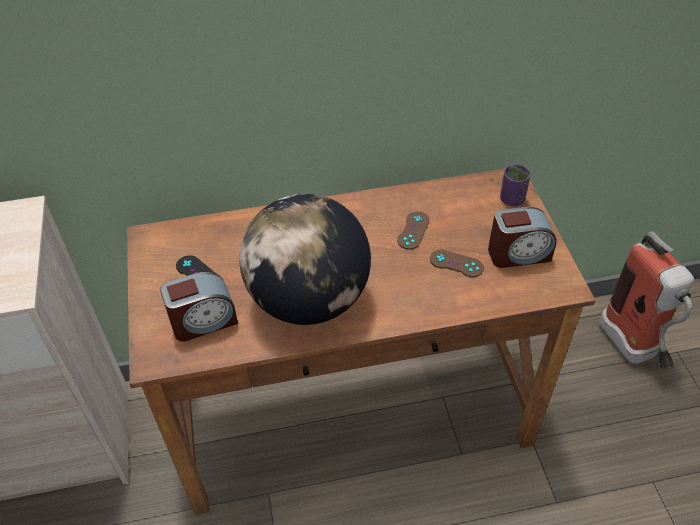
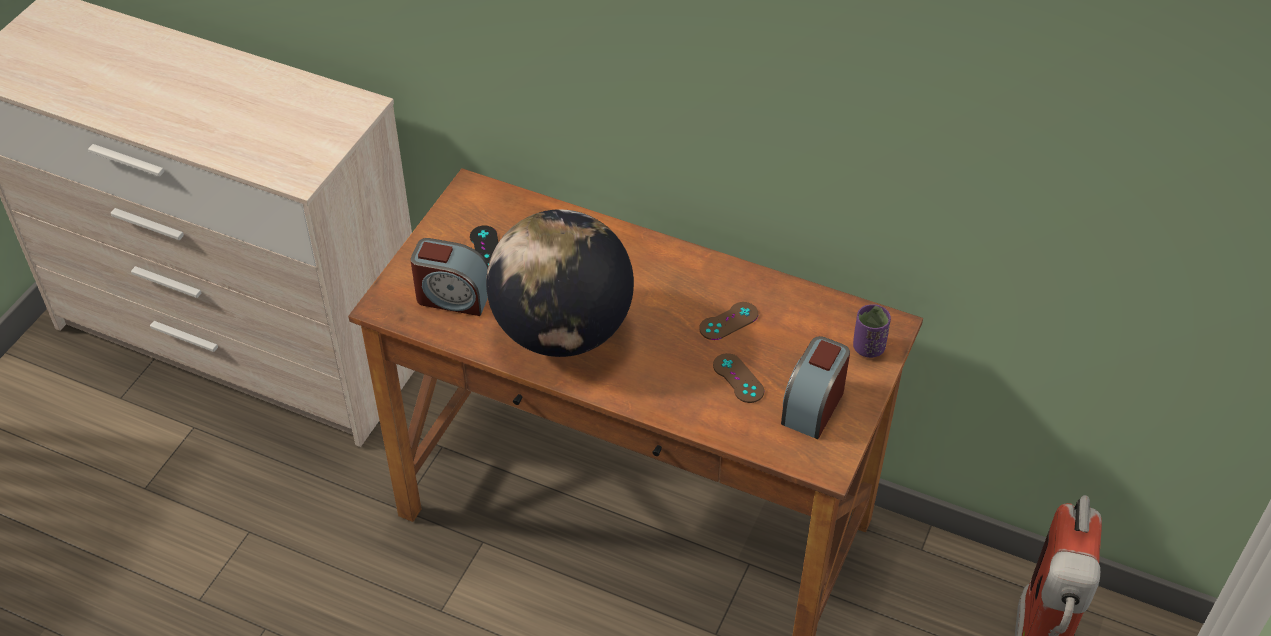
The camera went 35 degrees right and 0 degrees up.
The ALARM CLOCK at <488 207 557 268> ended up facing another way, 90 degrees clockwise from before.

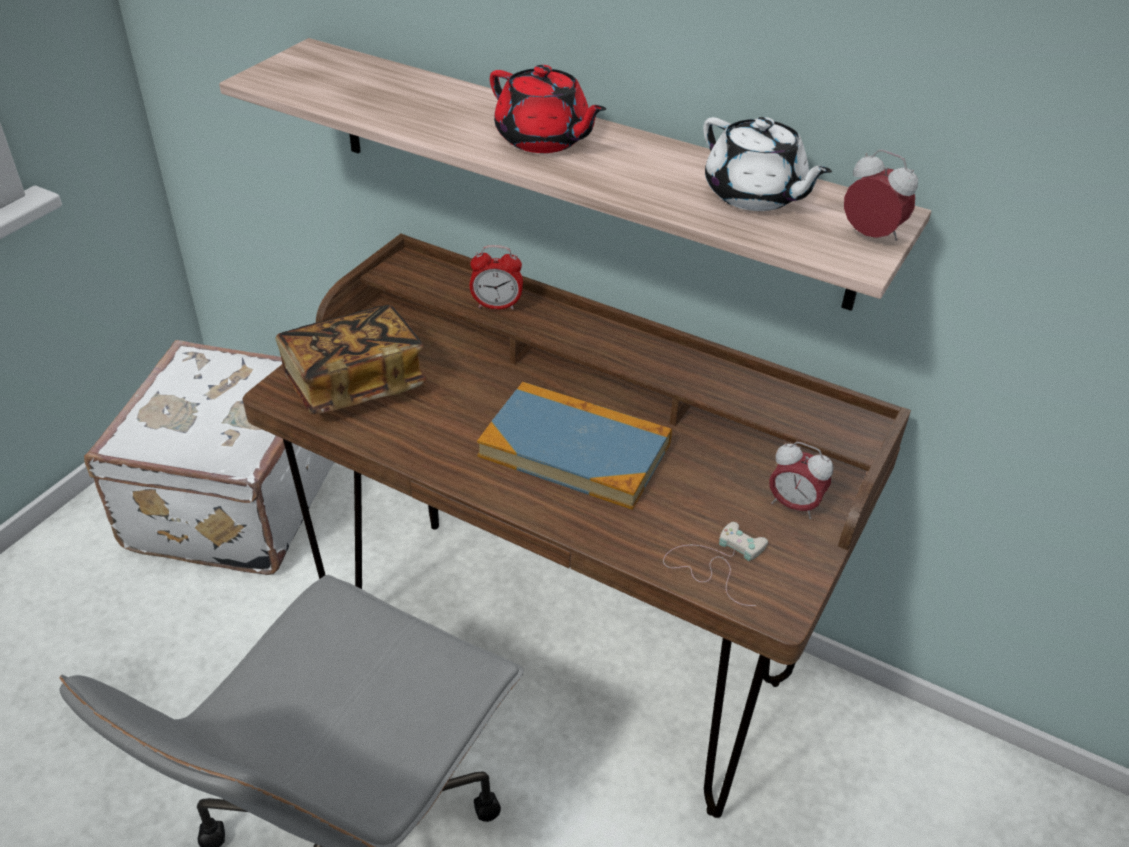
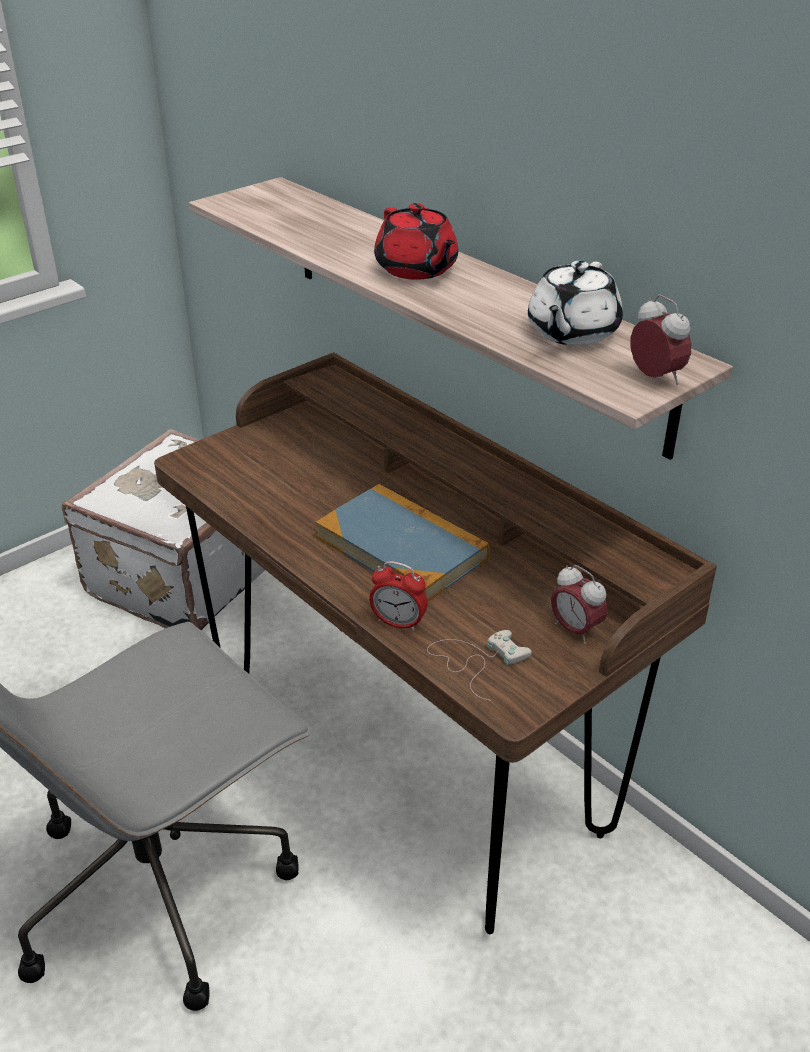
The camera went 20 degrees right and 5 degrees down.
The ALARM CLOCK ended up elsewhere, having gone from <470 245 523 310> to <369 561 427 631>.
The WHITE TEAPOT at <703 117 832 211> ended up facing another way, 45 degrees clockwise from before.
The second view lost the BOOK at <276 305 427 414>.

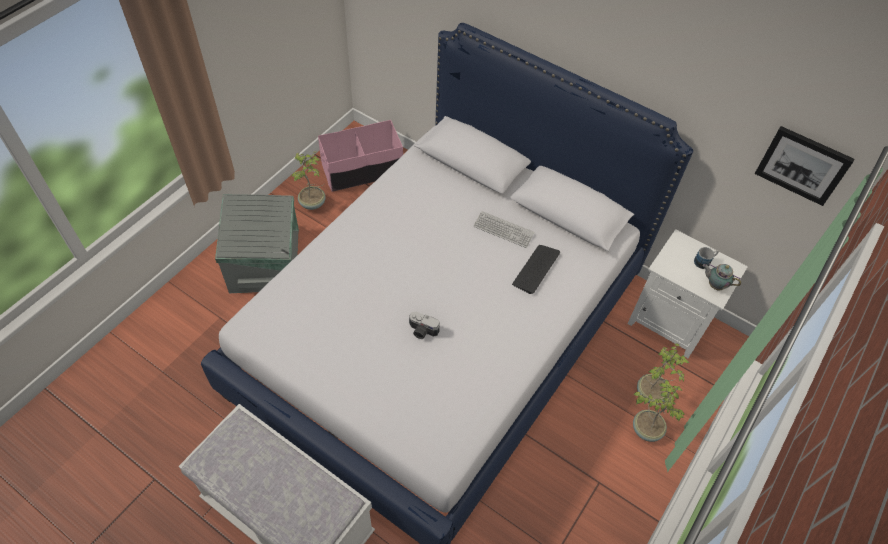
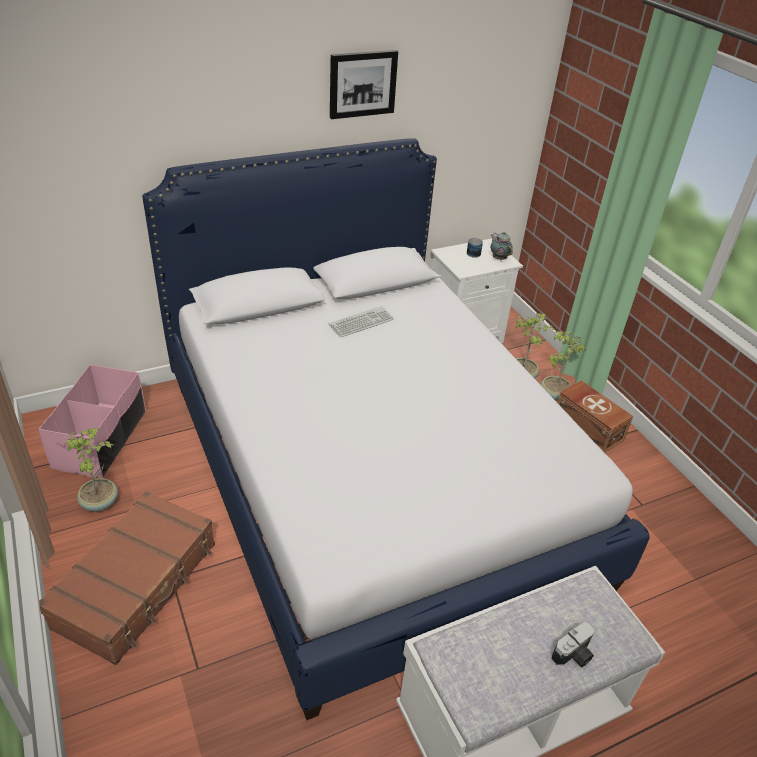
The camera went 60 degrees left and 15 degrees down.
Where the GREY STORAGE BOX stood at <215 194 299 293>, the BROWN SUITCASE came to stand at <39 491 215 665>.
The PICTURE ended up elsewhere, having gone from <755 126 855 206> to <330 50 398 119>.
The TEAPOT at <703 264 741 290> ended up facing another way, 90 degrees clockwise from before.
The PHOTO CAMERA ended up elsewhere, having gone from <409 312 440 339> to <551 622 594 668>.
The second view gained the BROWN STORAGE BOX at <557 380 633 453>.
The second view lost the KEYBOARD at <512 245 560 294>.

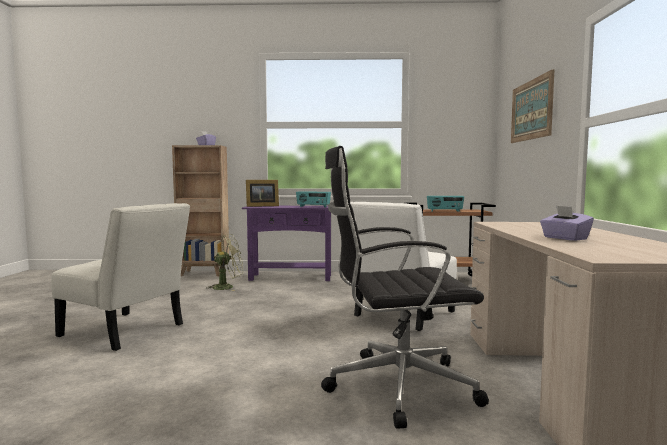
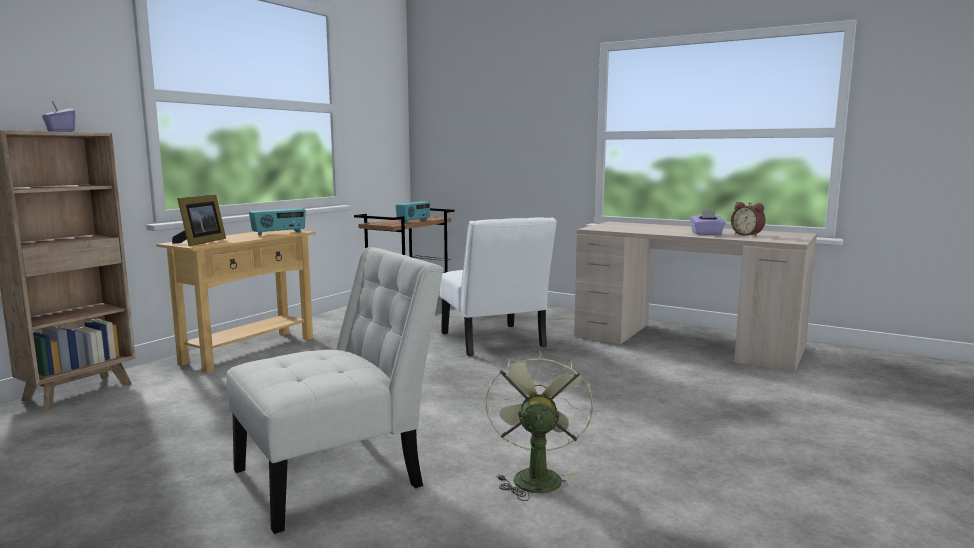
The camera went 60 degrees left and 5 degrees up.
What was the PURPLE CONSOLE TABLE at <242 206 331 281> turned into the BEIGE CONSOLE TABLE at <156 230 316 372>.
The GREEN FAN ended up elsewhere, having gone from <206 234 243 291> to <486 351 593 501>.
The second view gained the ALARM CLOCK at <731 202 766 237>.
The second view lost the BLACK OFFICE CHAIR at <321 146 489 429>.
The second view lost the PICTURE at <511 70 554 143>.

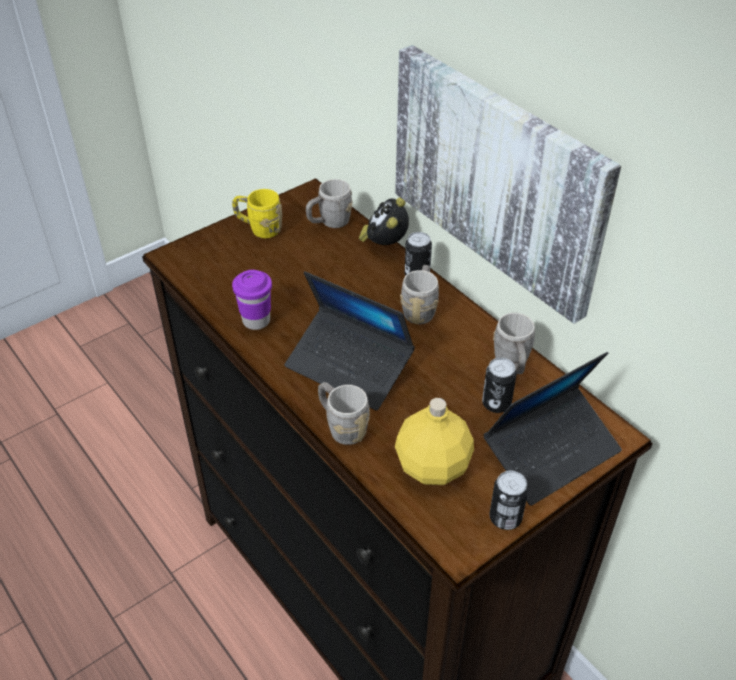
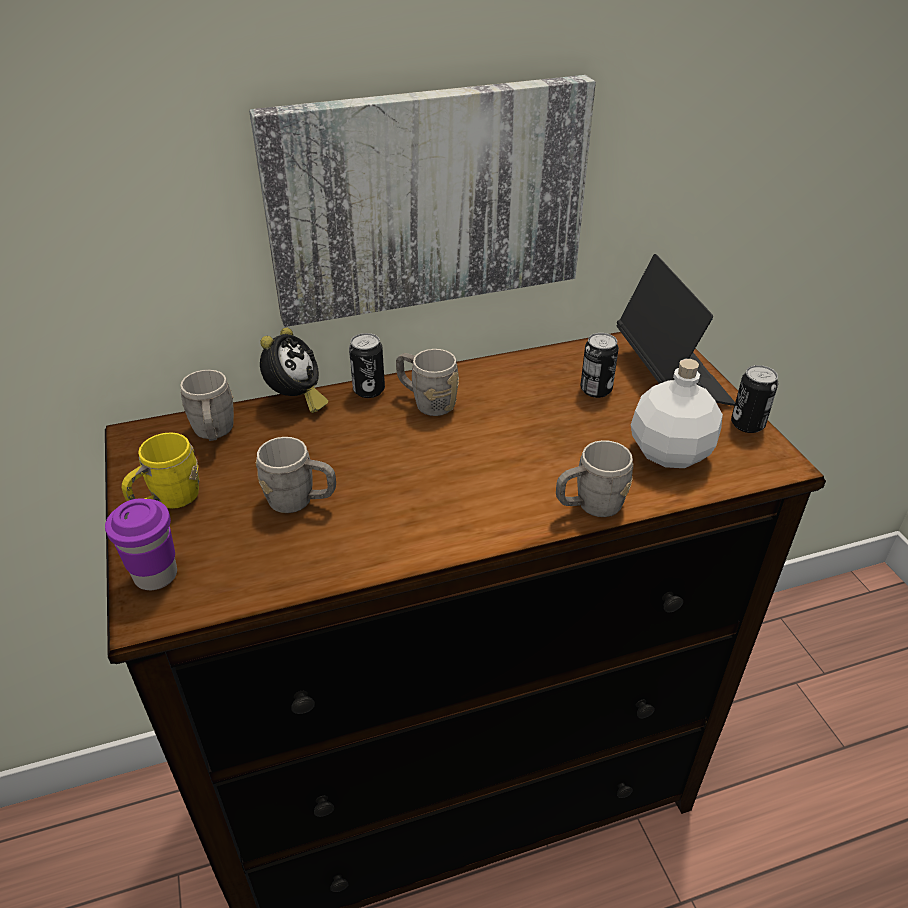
The camera went 70 degrees left and 5 degrees down.
The PURPLE CUP ended up elsewhere, having gone from <232 270 272 330> to <105 498 177 590>.
The GREY MUG ended up elsewhere, having gone from <493 313 535 374> to <256 437 336 513>.
The ALARM CLOCK at <359 197 409 245> ended up facing another way, 105 degrees counterclockwise from before.
What was the YELLOW BOTTLE at <395 398 474 485> turned into the WHITE BOTTLE at <631 359 723 468>.
The second view lost the LAPTOP at <284 271 415 411>.

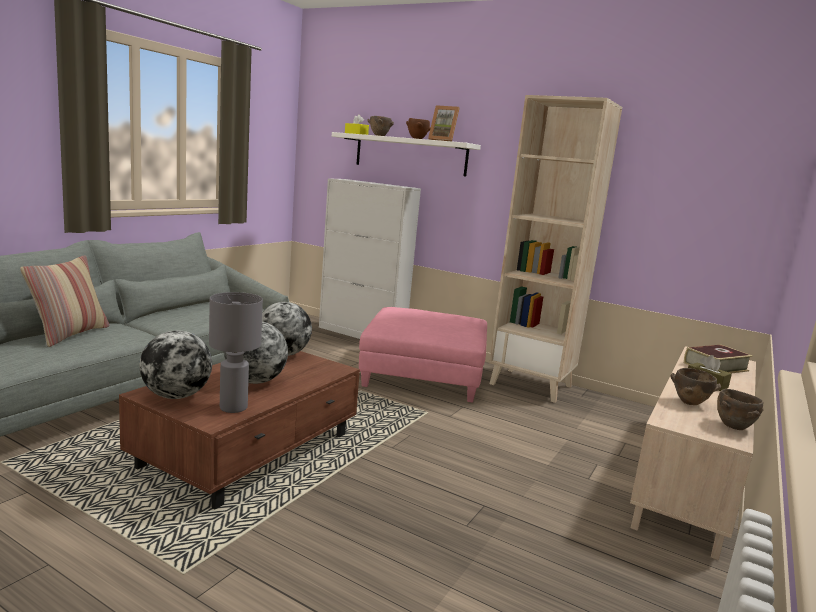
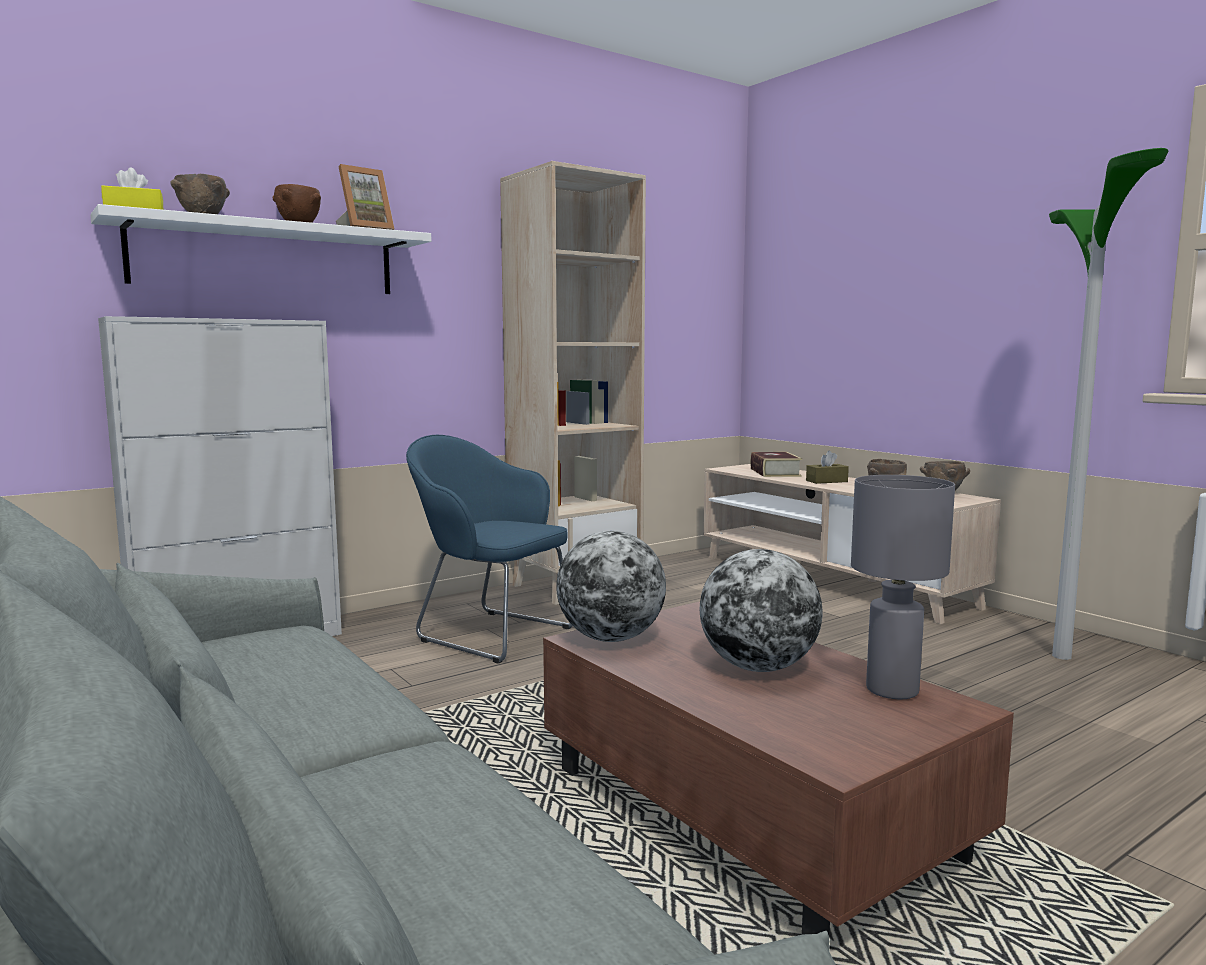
The camera went 65 degrees left and 5 degrees down.
Where the PINK OTTOMAN stood at <359 307 487 403>, the BLUE ARMCHAIR came to stand at <406 435 573 663>.
The second view gained the FLOOR LAMP at <1049 148 1168 660>.
The second view lost the PILLOW at <20 255 109 347>.
The second view lost the GLOBE at <139 330 212 399>.

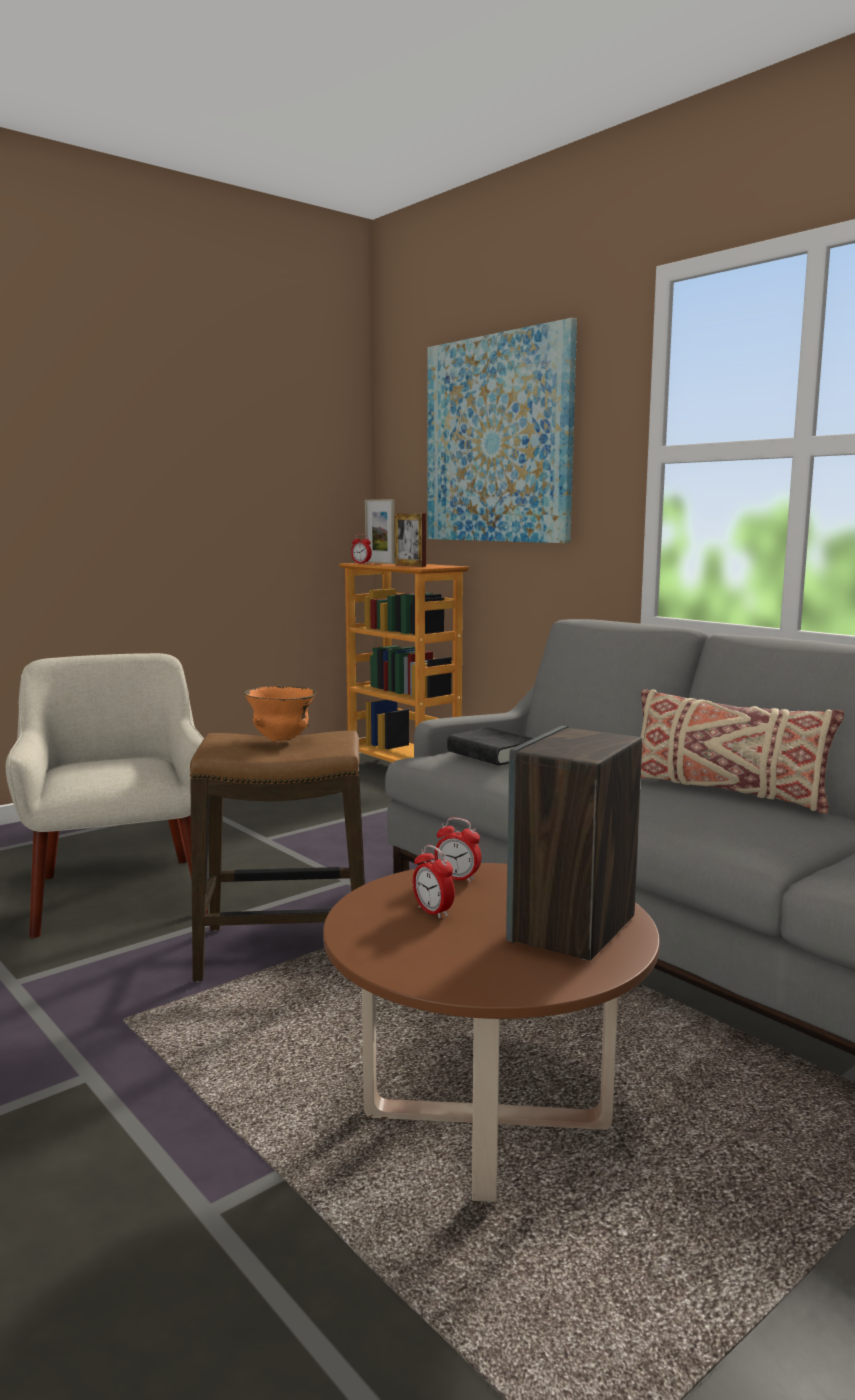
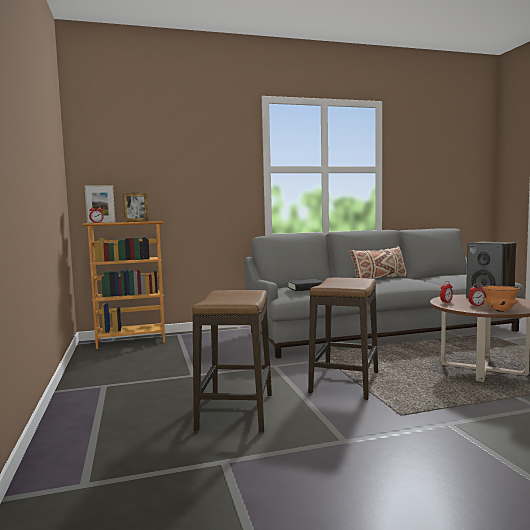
The camera went 65 degrees left and 5 degrees down.
Where the BEIGE ARMCHAIR stood at <6 653 208 938>, the STOOL came to stand at <192 290 272 433>.
The ORANGE BOWL ended up elsewhere, having gone from <243 686 316 741> to <482 285 521 312>.
The second view lost the PICTURE at <427 318 577 543>.

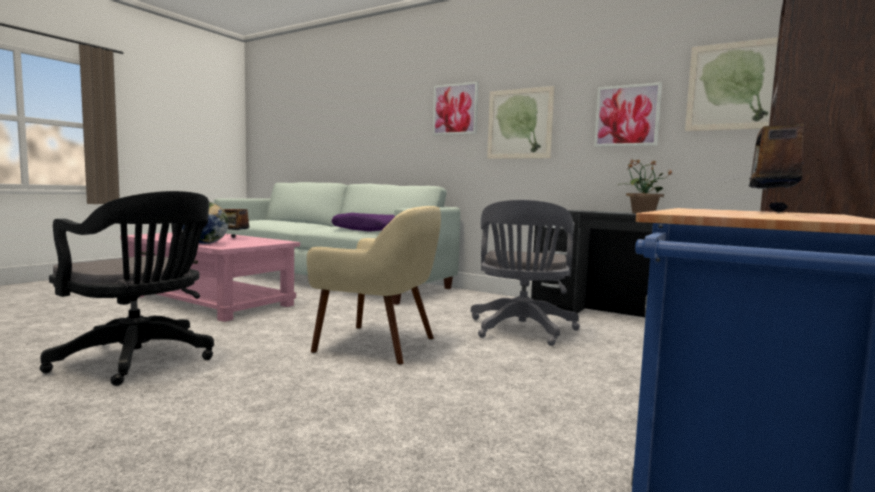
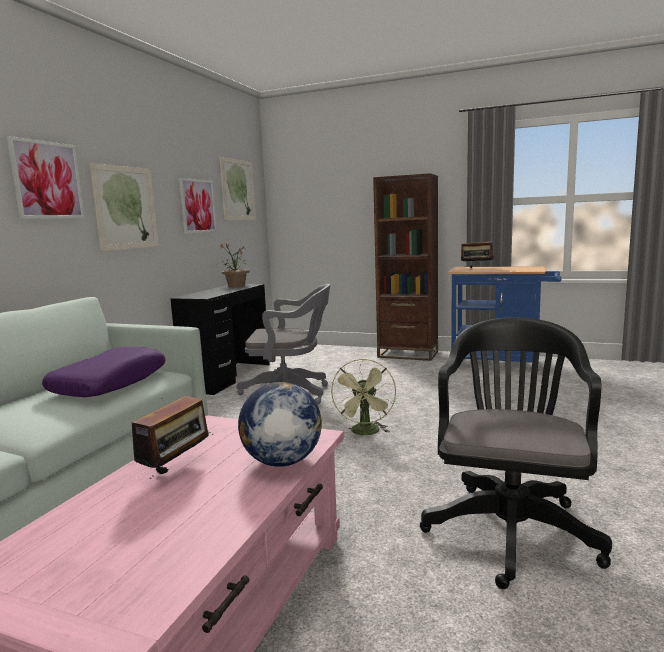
The camera went 100 degrees left and 5 degrees up.
Where the BEIGE ARMCHAIR stood at <307 206 441 365>, the GREEN FAN came to stand at <331 359 396 435>.

